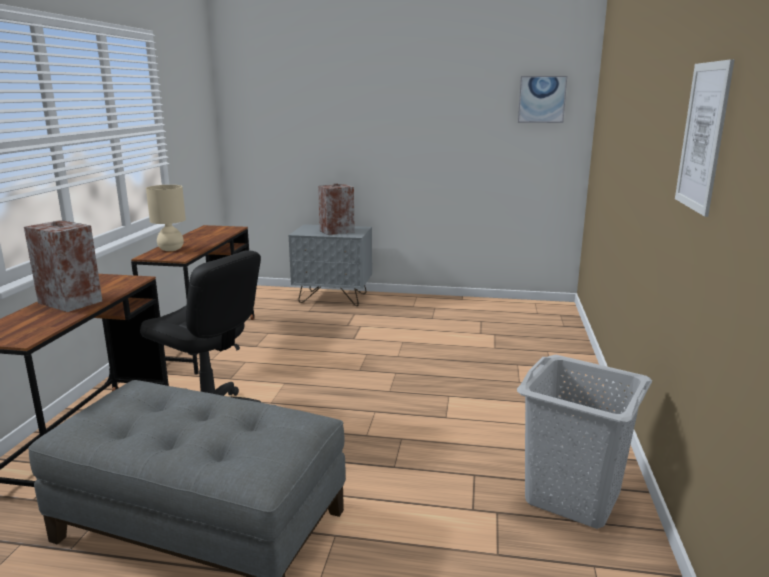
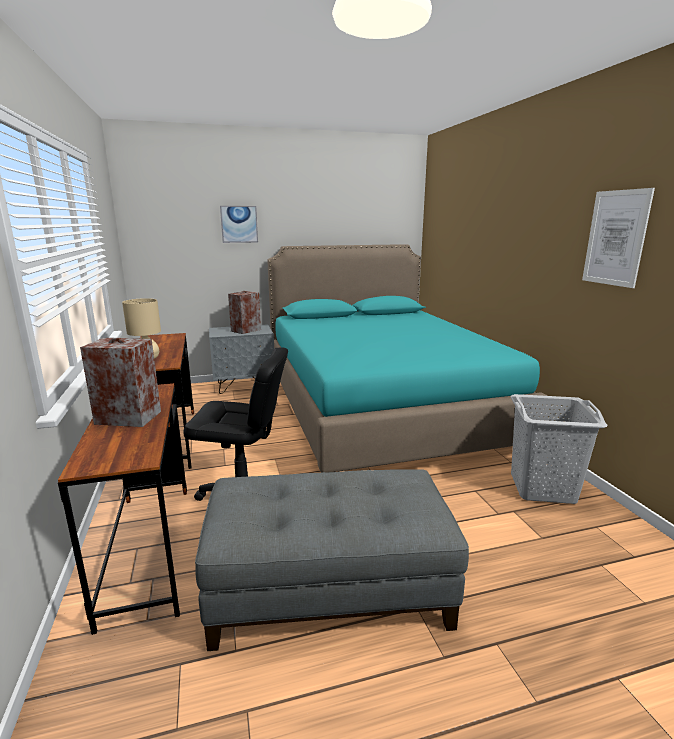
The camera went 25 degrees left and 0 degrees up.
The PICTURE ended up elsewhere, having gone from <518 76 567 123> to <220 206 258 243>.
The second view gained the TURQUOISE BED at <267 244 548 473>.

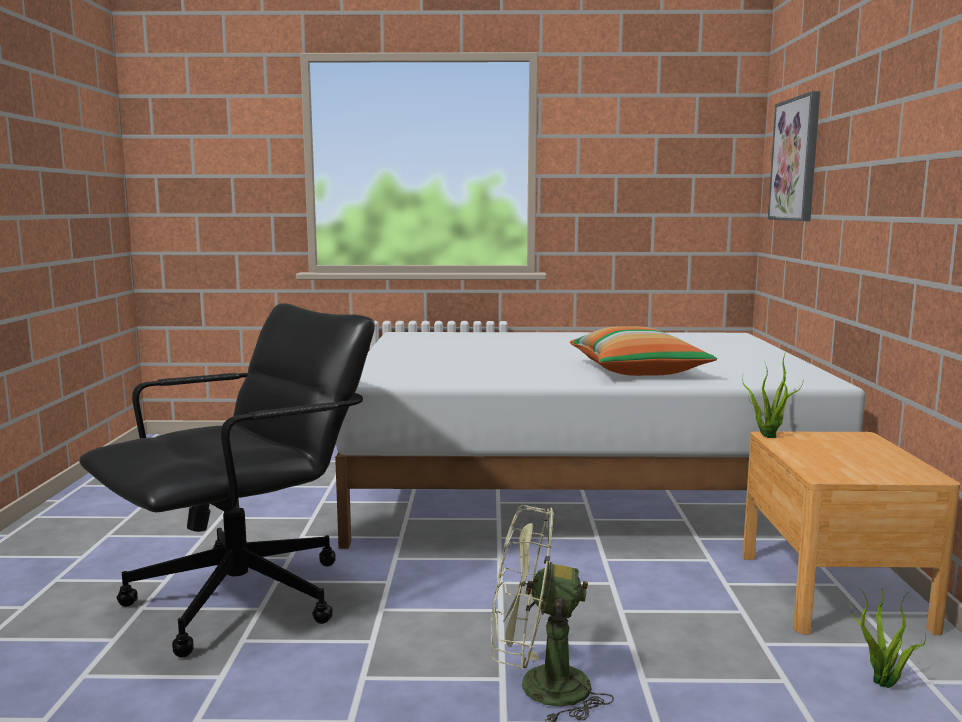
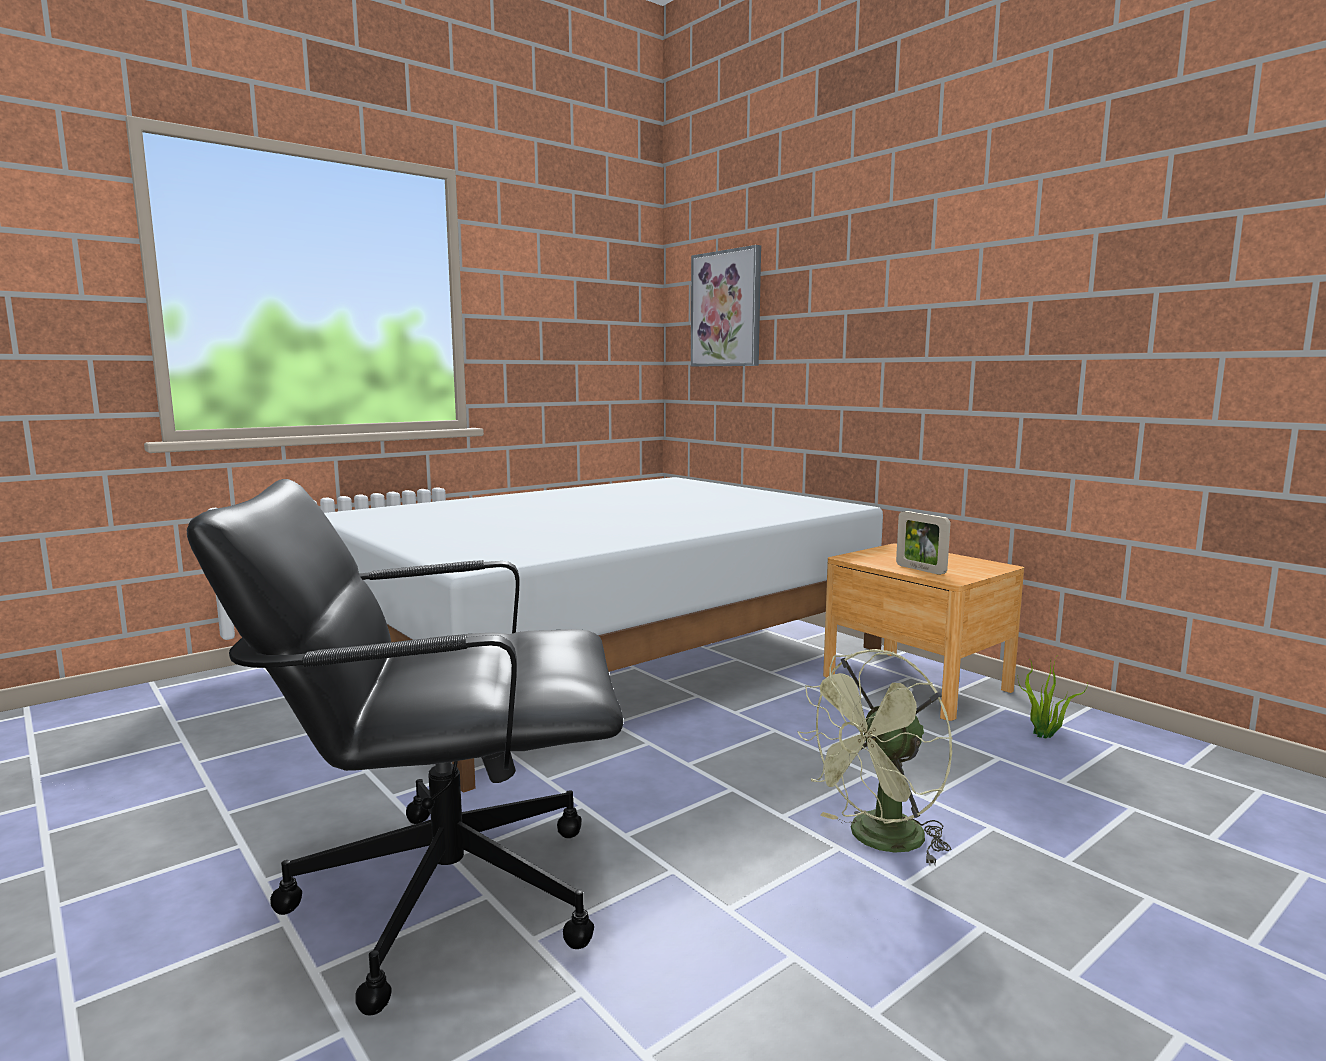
The camera went 40 degrees left and 0 degrees up.
The BLACK OFFICE CHAIR at <79 303 375 658> ended up facing another way, 105 degrees counterclockwise from before.
The second view gained the PICTURE FRAME at <896 511 950 575>.
The second view lost the PILLOW at <570 326 717 376>.
The second view lost the POTTED PLANT at <742 349 804 438>.

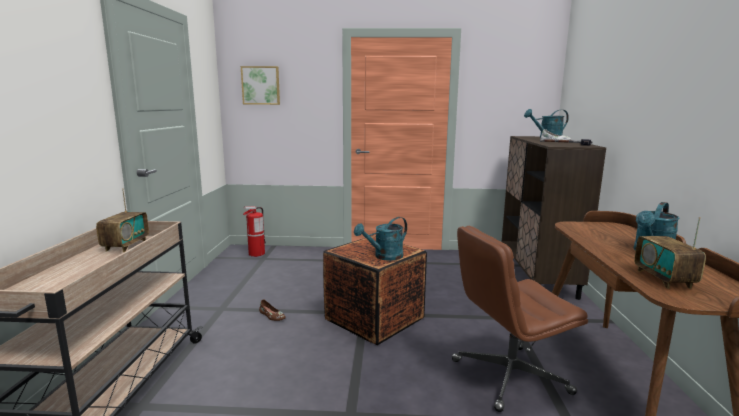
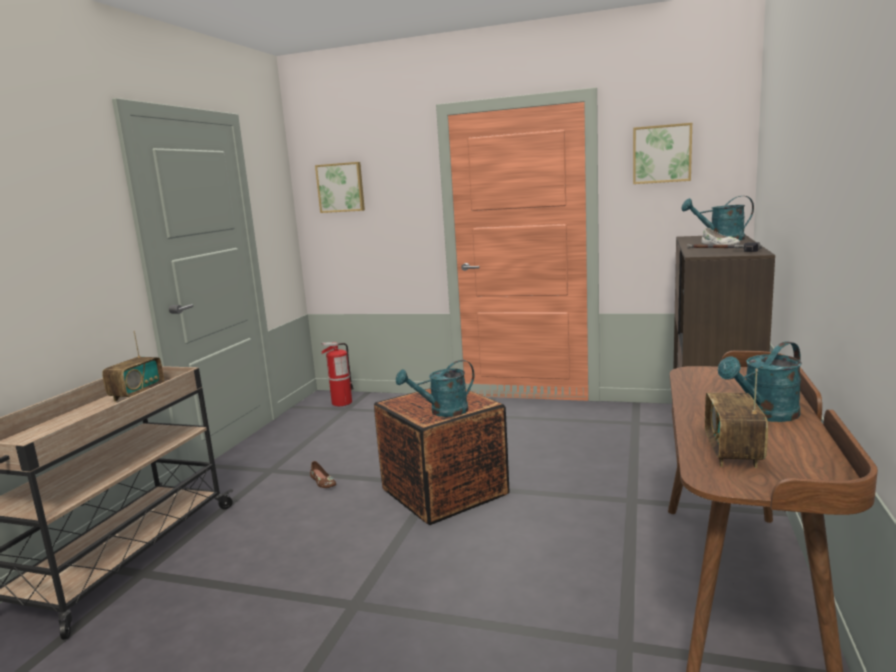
The camera went 15 degrees right and 0 degrees up.
The second view gained the PICTURE at <633 123 692 184>.
The second view lost the BROWN OFFICE CHAIR at <452 226 588 412>.

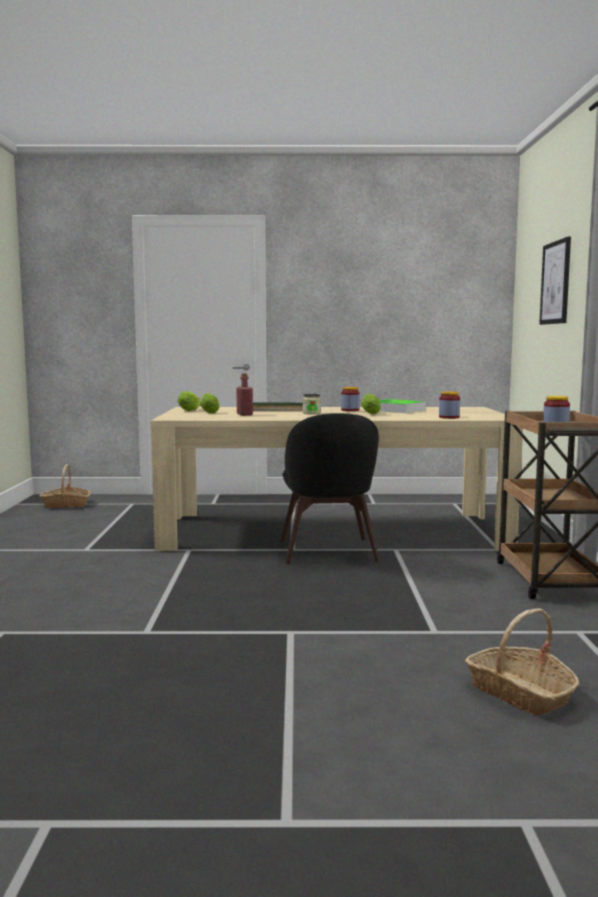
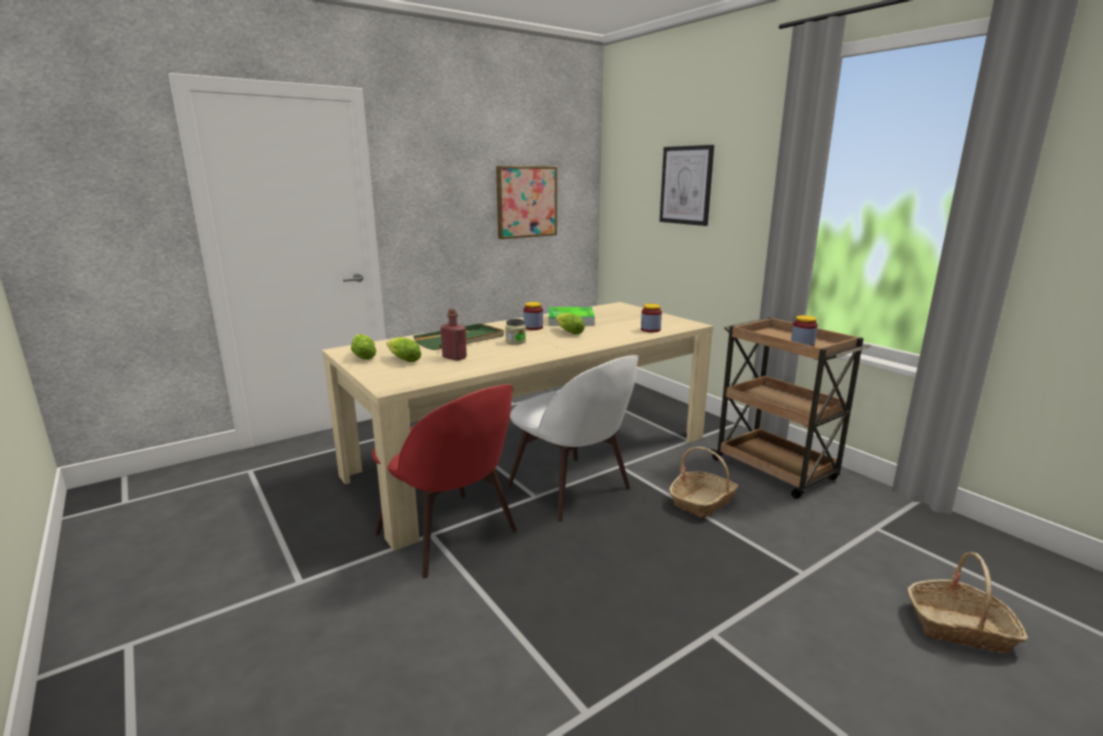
The camera went 35 degrees left and 10 degrees up.
The second view gained the RED CHAIR at <372 385 517 578>.
The second view gained the PICTURE at <496 166 557 239>.
What was the BLACK CHAIR at <280 413 380 564> turned into the WHITE CHAIR at <507 355 639 522>.
The BASKET ended up elsewhere, having gone from <40 464 91 508> to <669 447 738 518>.

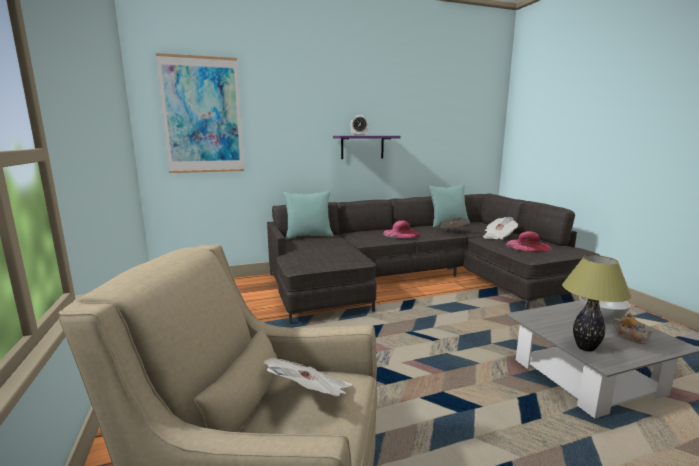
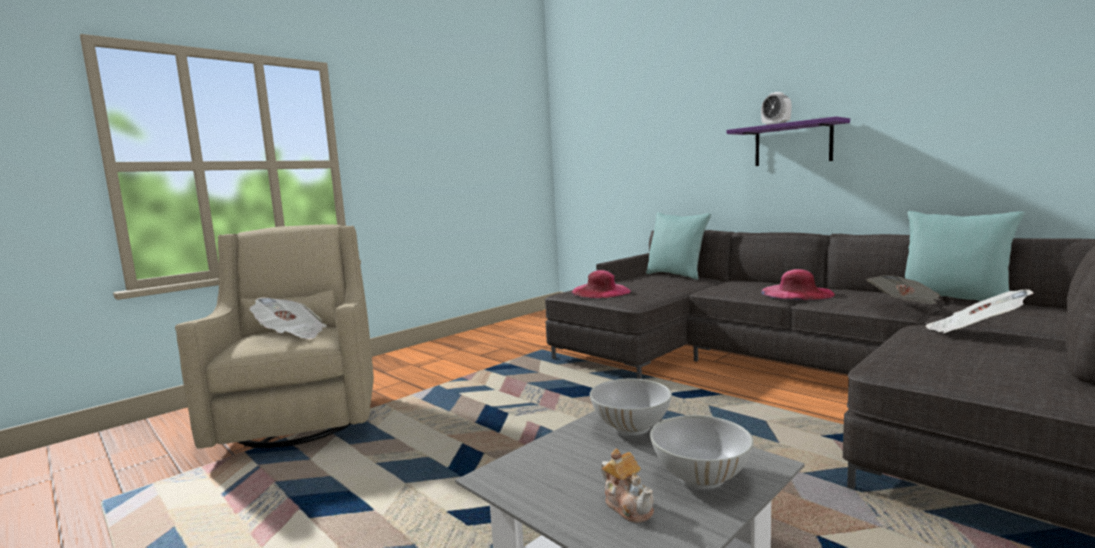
The camera went 65 degrees right and 5 degrees down.
The PINK HAT ended up elsewhere, having gone from <506 231 552 253> to <572 270 631 298>.
The second view gained the WHITE BOWL at <590 379 672 435>.
The TEAPOT at <613 313 653 344> ended up facing another way, 60 degrees counterclockwise from before.
The second view lost the PICTURE at <156 53 244 173>.
The second view lost the TABLE LAMP at <562 255 631 352>.

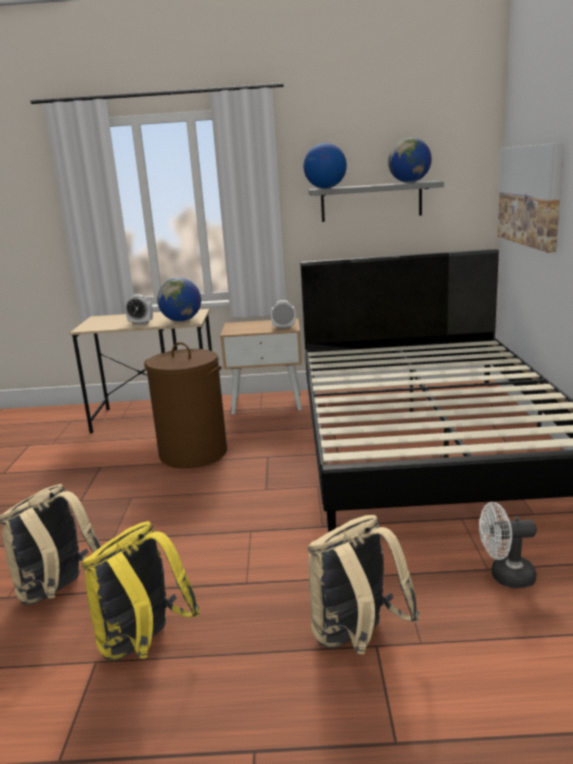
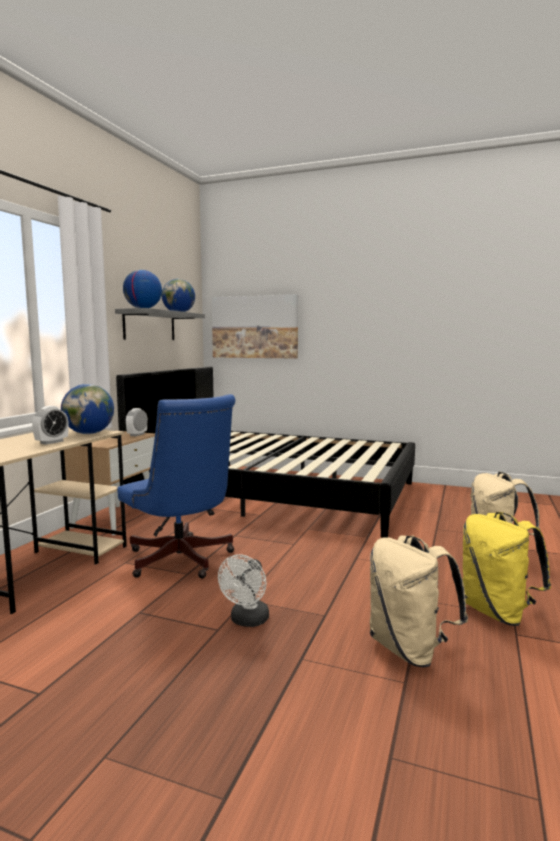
The camera went 70 degrees left and 10 degrees down.
Where the BROWN LAUNDRY BASKET stood at <144 342 227 468>, the BLUE OFFICE CHAIR came to stand at <117 394 235 578>.
The WHITE FAN ended up elsewhere, having gone from <479 502 537 588> to <218 554 269 627>.

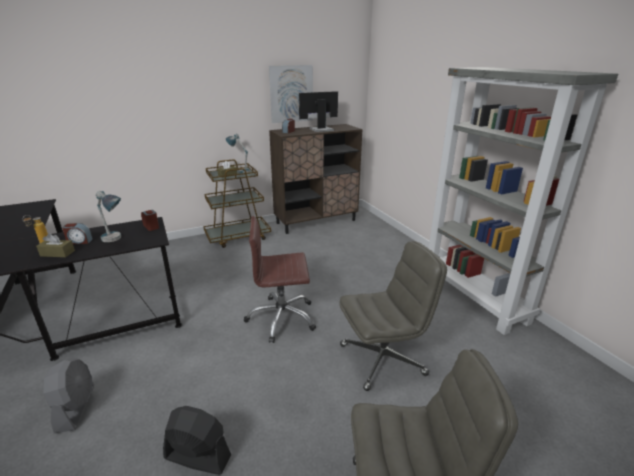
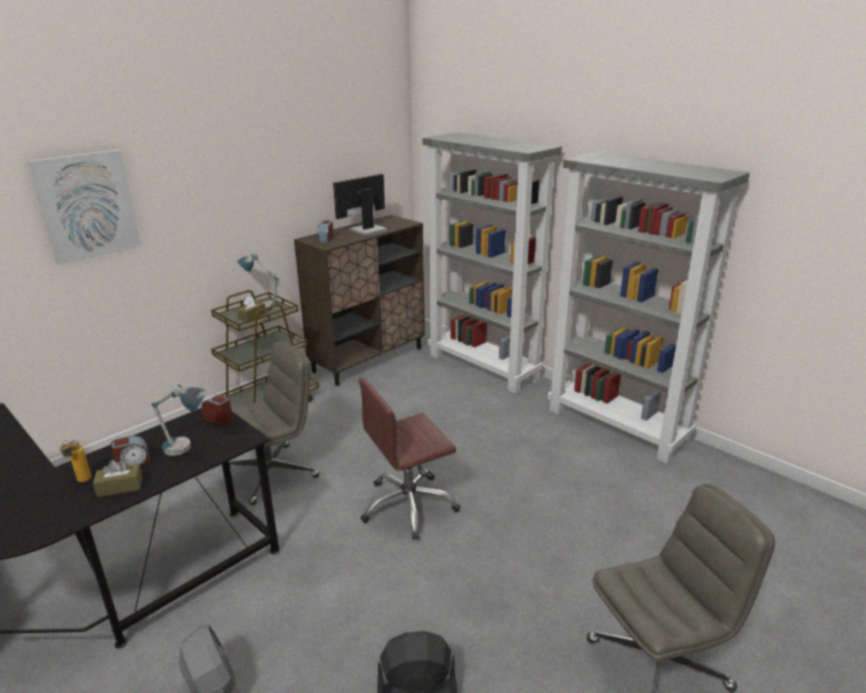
The camera went 20 degrees left and 0 degrees up.
The PICTURE ended up elsewhere, having gone from <269 65 313 123> to <28 149 141 264>.
The GREY OFFICE CHAIR ended up elsewhere, having gone from <339 241 447 391> to <222 341 319 505>.
The second view gained the GREY BOOKCASE at <422 132 562 394>.

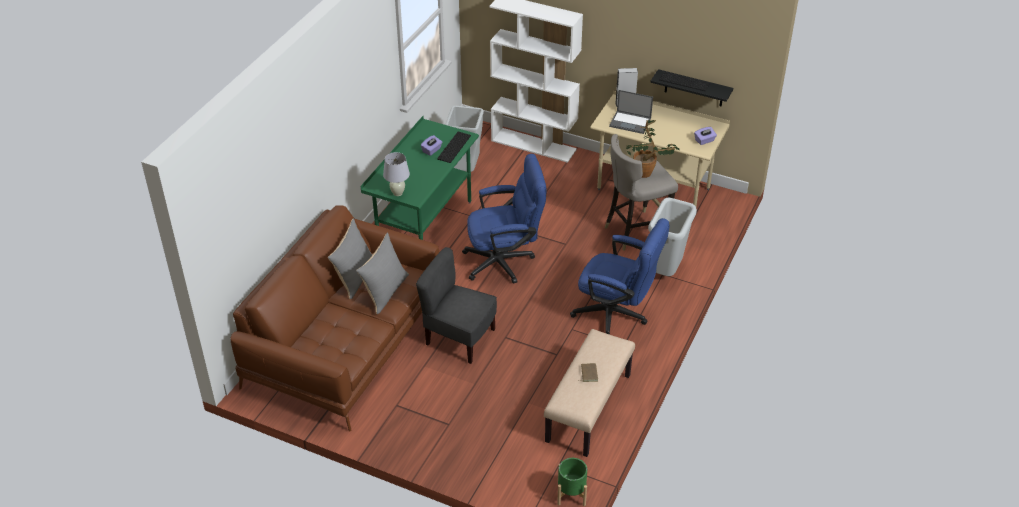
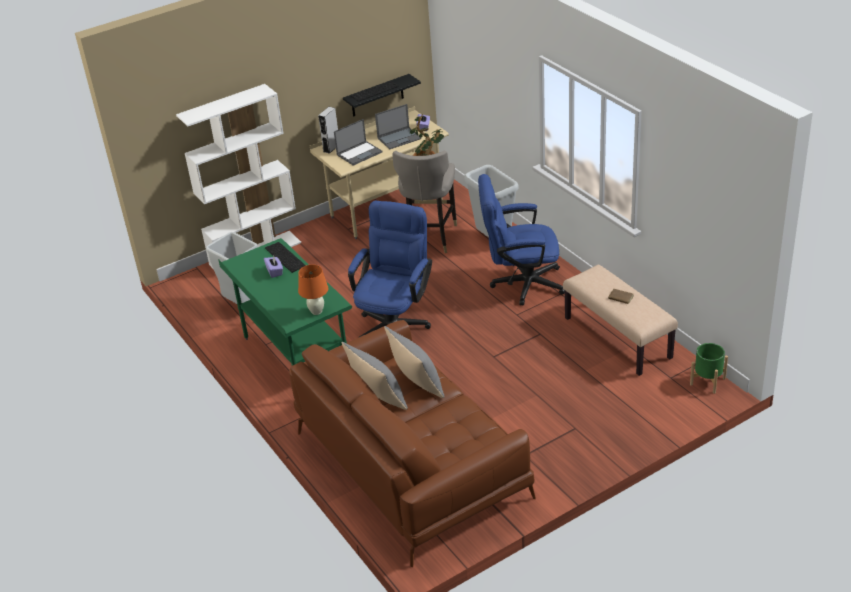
The camera went 55 degrees left and 5 degrees down.
What was the WHITE TABLE LAMP at <383 152 410 196> turned into the ORANGE TABLE LAMP at <298 264 328 315>.
The second view gained the LAPTOP at <375 104 421 150>.
The BLUE OFFICE CHAIR at <570 218 670 335> ended up facing another way, 150 degrees counterclockwise from before.
The second view lost the GREY CHAIR at <416 247 497 364>.

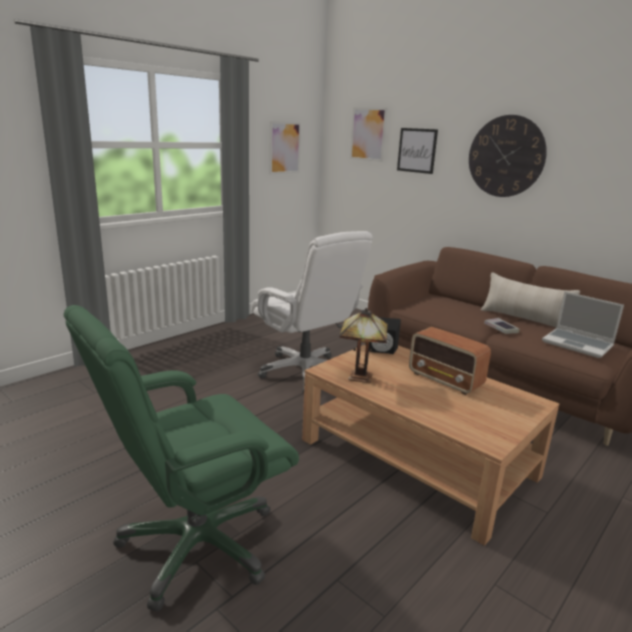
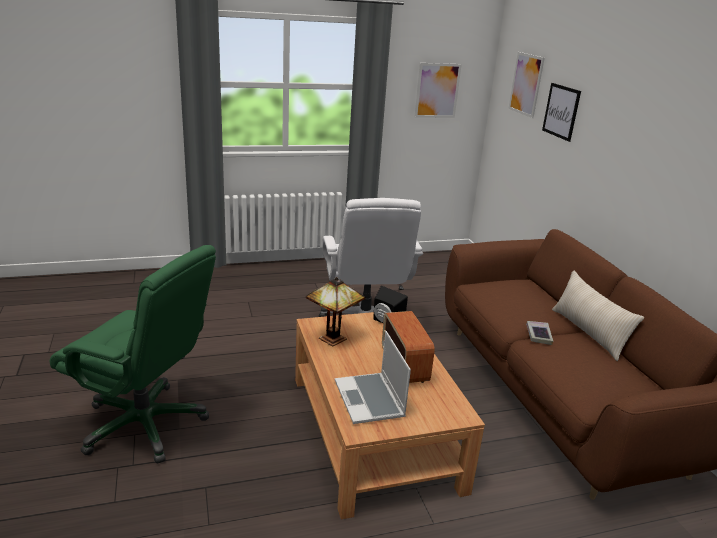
The camera went 30 degrees right and 5 degrees up.
The GREEN OFFICE CHAIR at <64 305 299 611> ended up facing another way, 150 degrees counterclockwise from before.
The LAPTOP ended up elsewhere, having gone from <542 291 624 358> to <335 331 411 424>.
The second view lost the WALL CLOCK at <469 115 547 197>.

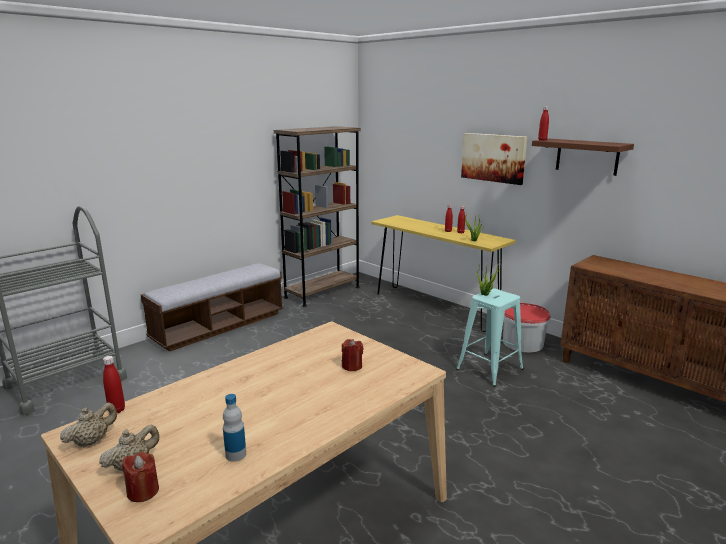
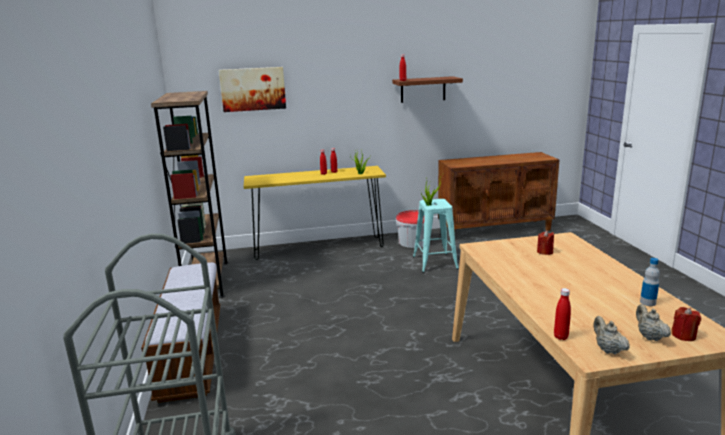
The camera went 55 degrees left and 0 degrees up.
The PICTURE ended up elsewhere, having gone from <461 133 527 185> to <219 67 286 112>.

